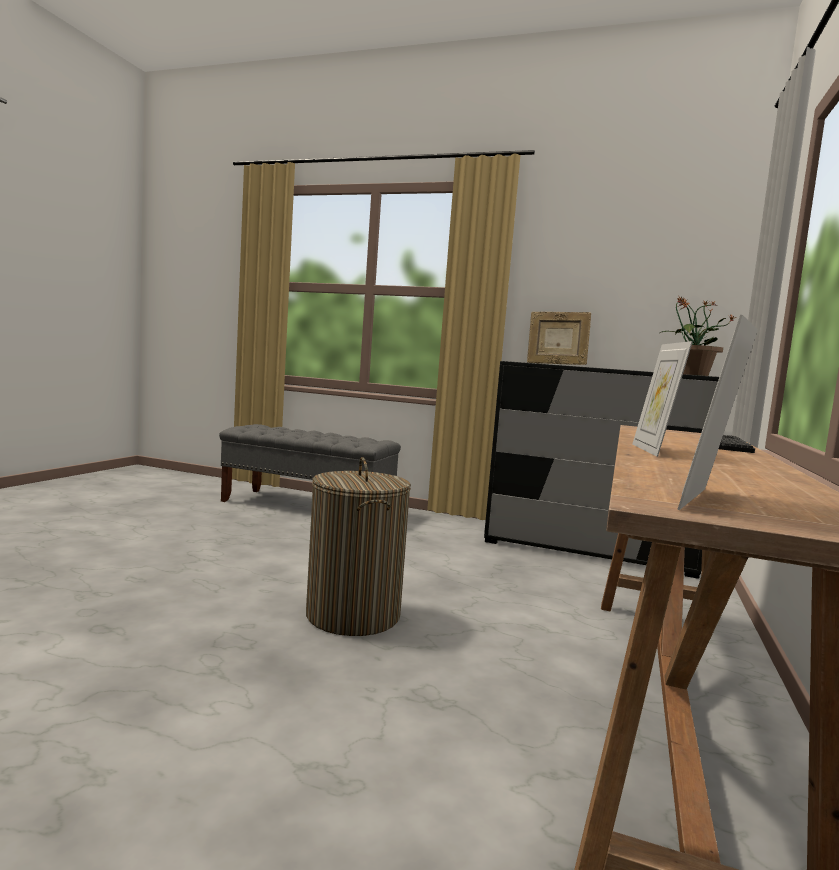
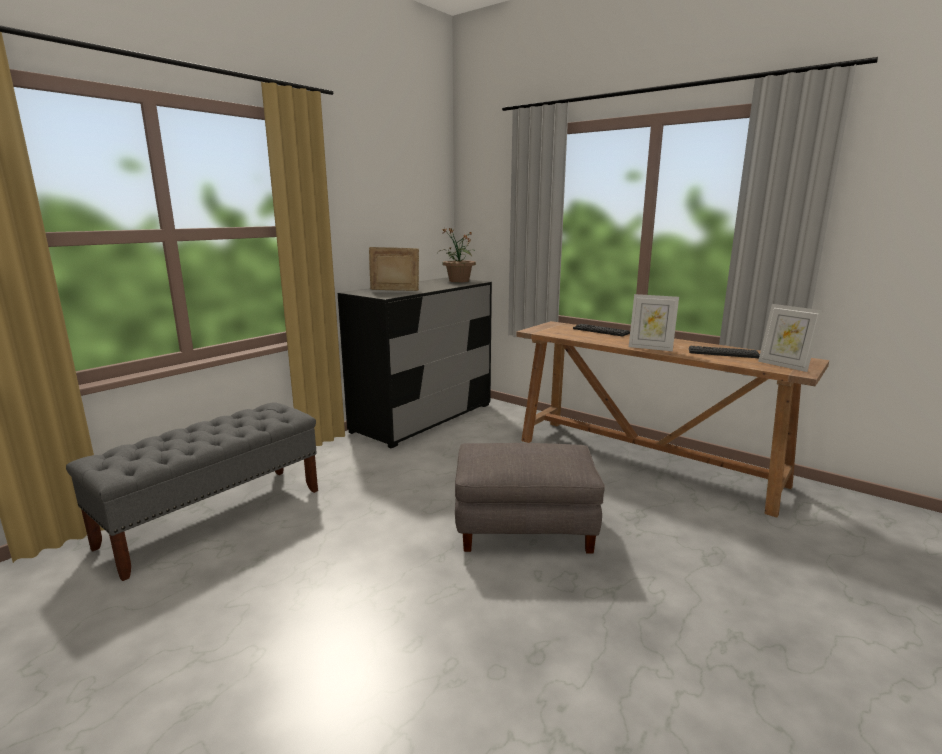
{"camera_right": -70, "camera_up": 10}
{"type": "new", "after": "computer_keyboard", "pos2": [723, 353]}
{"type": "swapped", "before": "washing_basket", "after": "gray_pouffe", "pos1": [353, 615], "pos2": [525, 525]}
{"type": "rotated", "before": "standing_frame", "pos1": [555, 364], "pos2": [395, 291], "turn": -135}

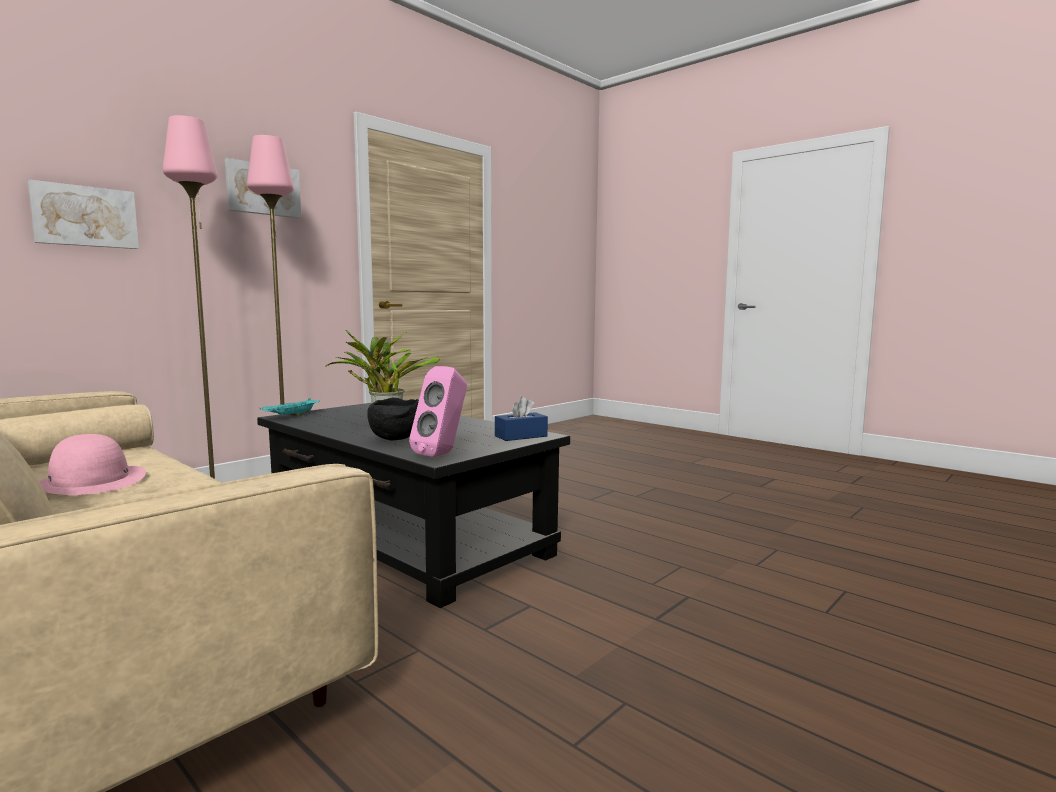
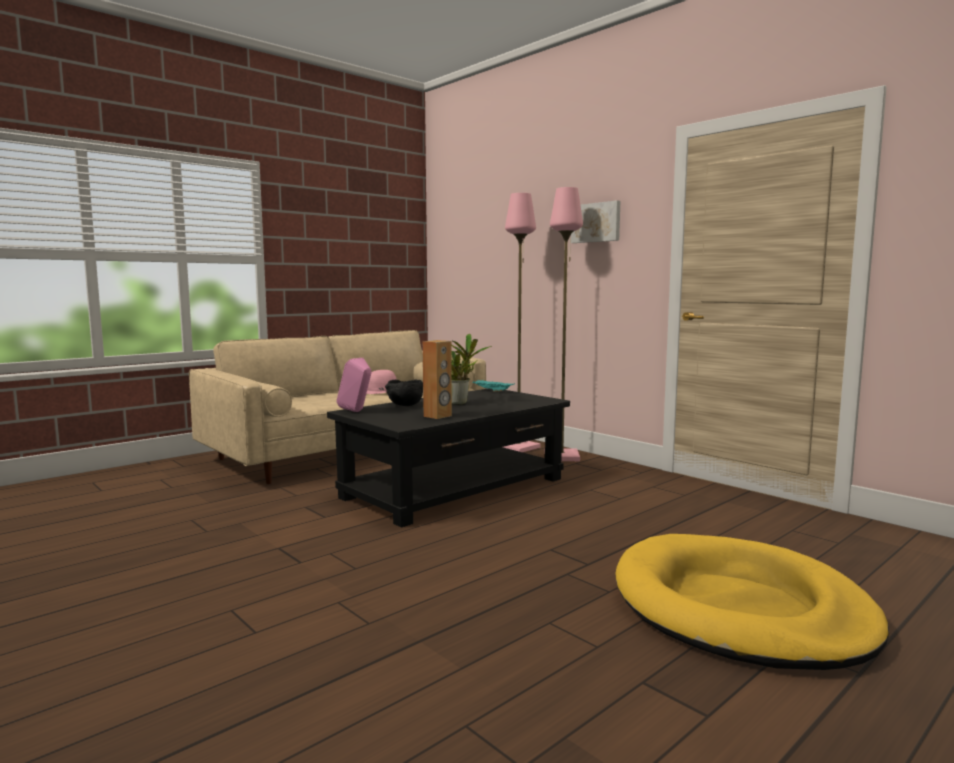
{"camera_right": 95, "camera_up": 0}
{"type": "gone", "before": "wall_picture", "pos1": [85, 216]}
{"type": "gone", "before": "bluish_tissue_holder", "pos1": [521, 436]}
{"type": "new", "after": "brown_loudspeaker", "pos2": [437, 416]}
{"type": "new", "after": "yellow_dog_bed", "pos2": [739, 608]}

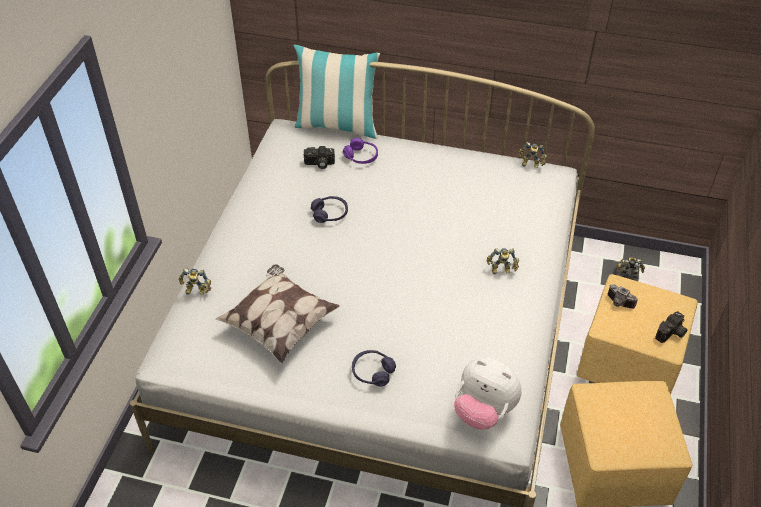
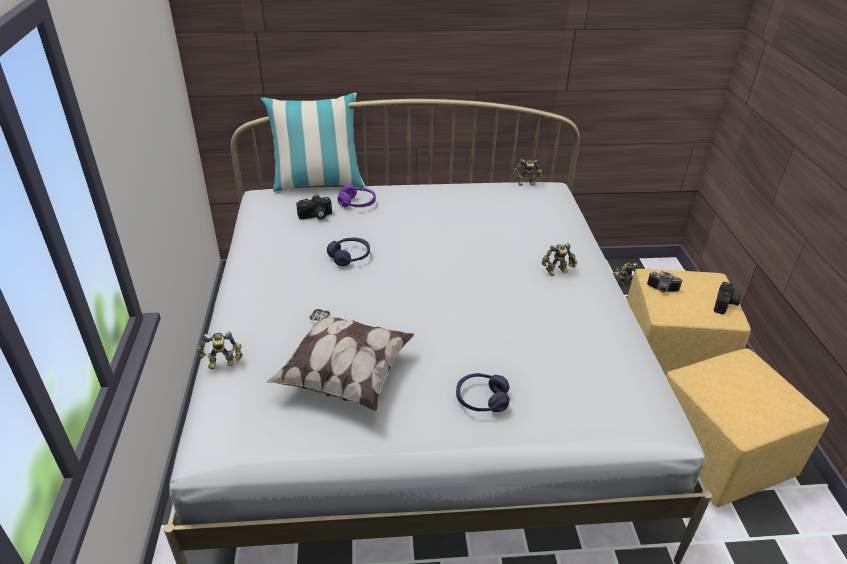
{"camera_right": -20, "camera_up": -10}
{"type": "gone", "before": "cuddly_toy", "pos1": [483, 411]}

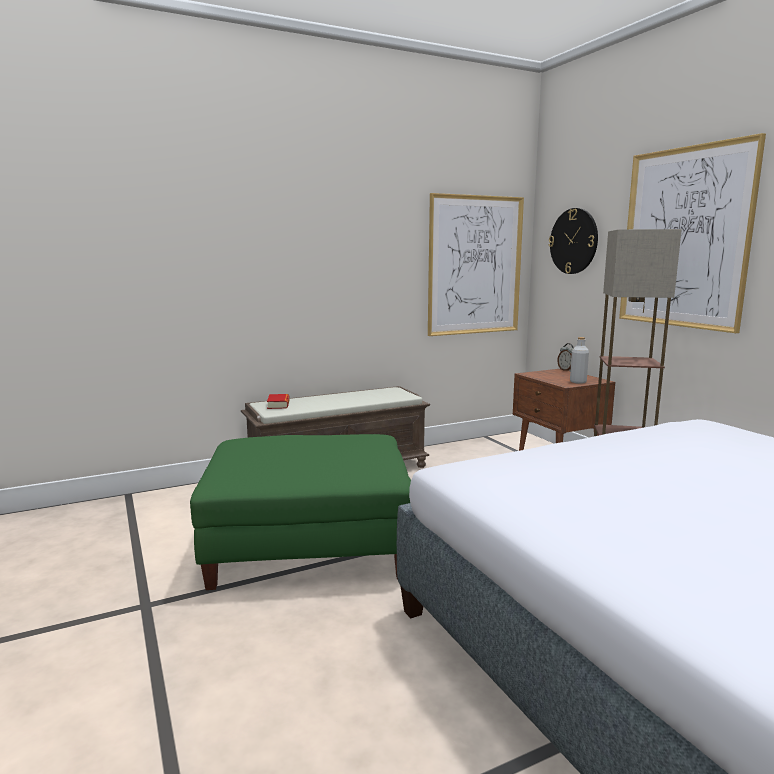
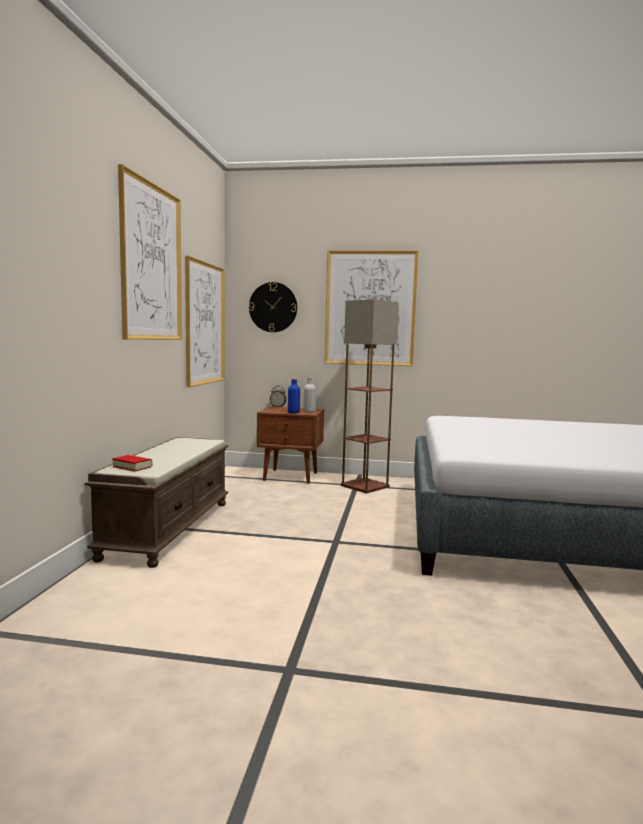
{"camera_right": -55, "camera_up": -5}
{"type": "gone", "before": "green-coloured_pouffe", "pos1": [310, 543]}
{"type": "new", "after": "wall_picture", "pos2": [152, 263]}
{"type": "new", "after": "bluish_bottle", "pos2": [293, 412]}

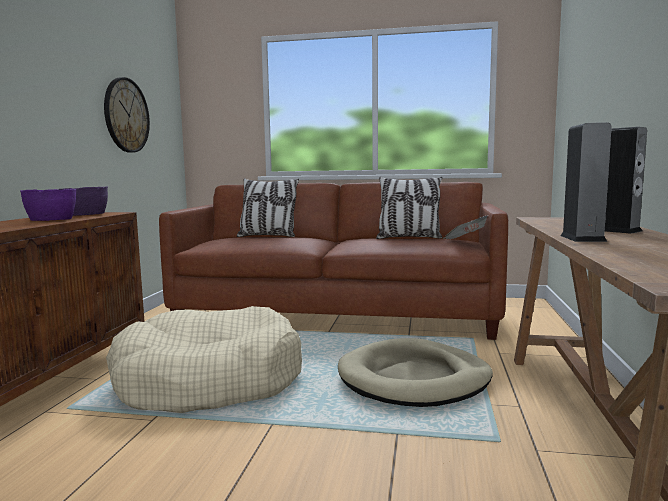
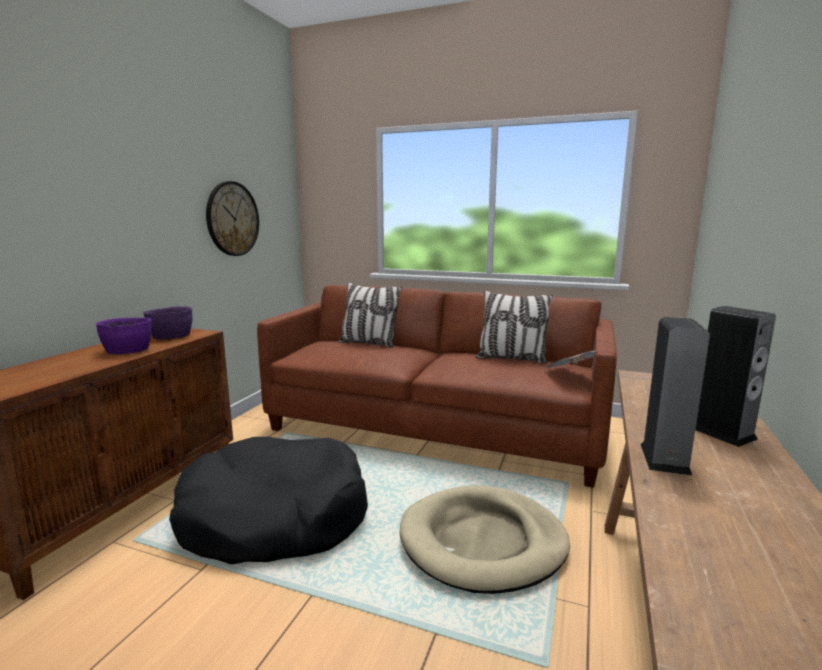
{"camera_right": 10, "camera_up": 5}
{"type": "repainted", "before": "sand-coloured_dog_bed", "after": "black-coloured_dog_bed", "pos1": [208, 381], "pos2": [274, 517]}

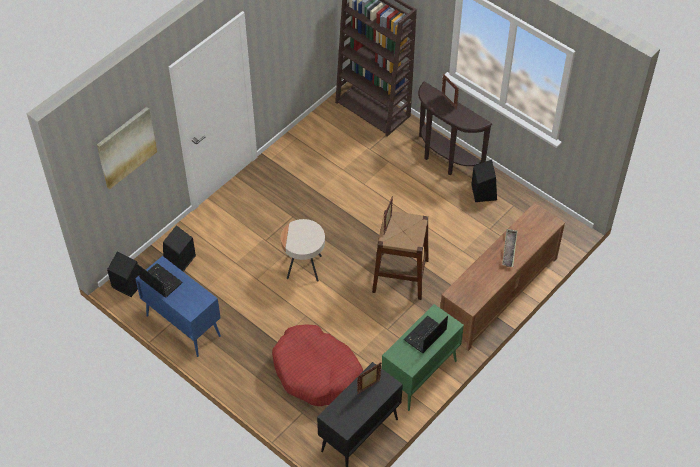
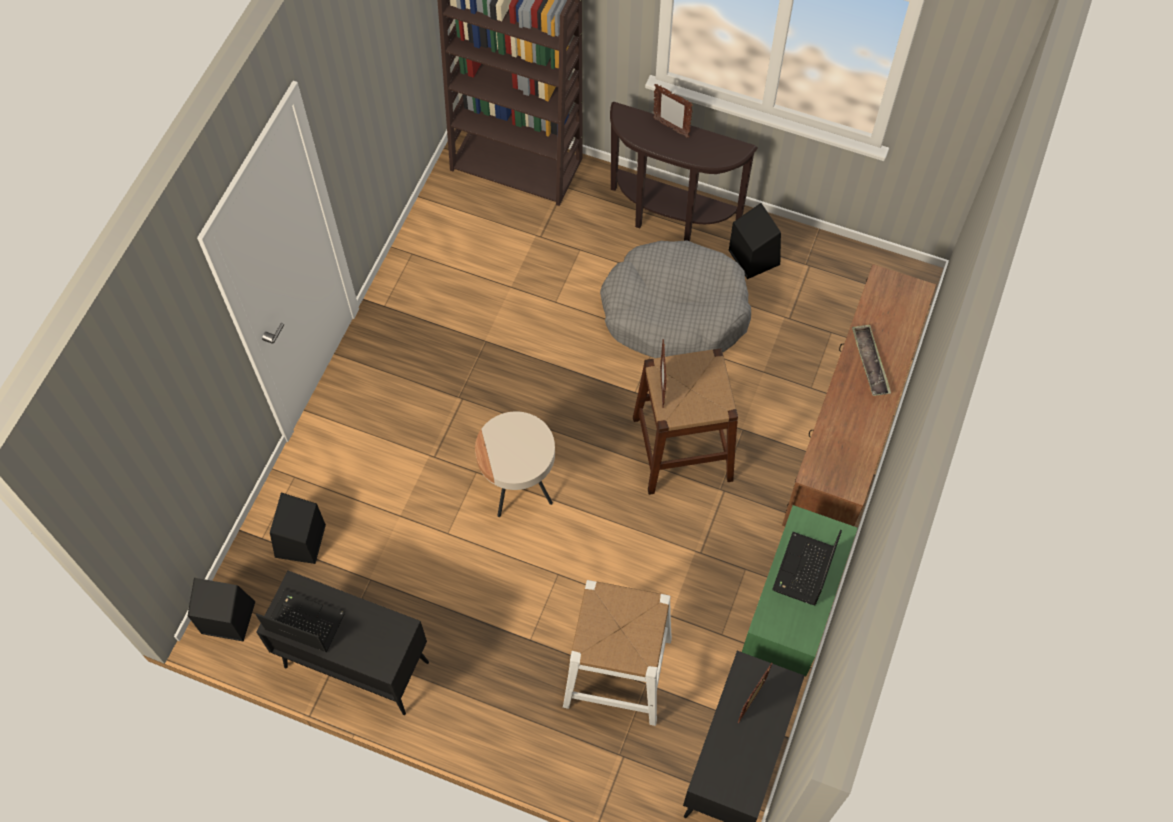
{"camera_right": -20, "camera_up": 10}
{"type": "gone", "before": "wall_picture", "pos1": [126, 147]}
{"type": "new", "after": "gray_dog_bed", "pos2": [674, 311]}
{"type": "swapped", "before": "reddish_dog_bed", "after": "white_stool", "pos1": [317, 372], "pos2": [617, 672]}
{"type": "repainted", "before": "bluish_storage_cabinet", "after": "black-coloured_storage_cabinet", "pos1": [182, 325], "pos2": [355, 664]}

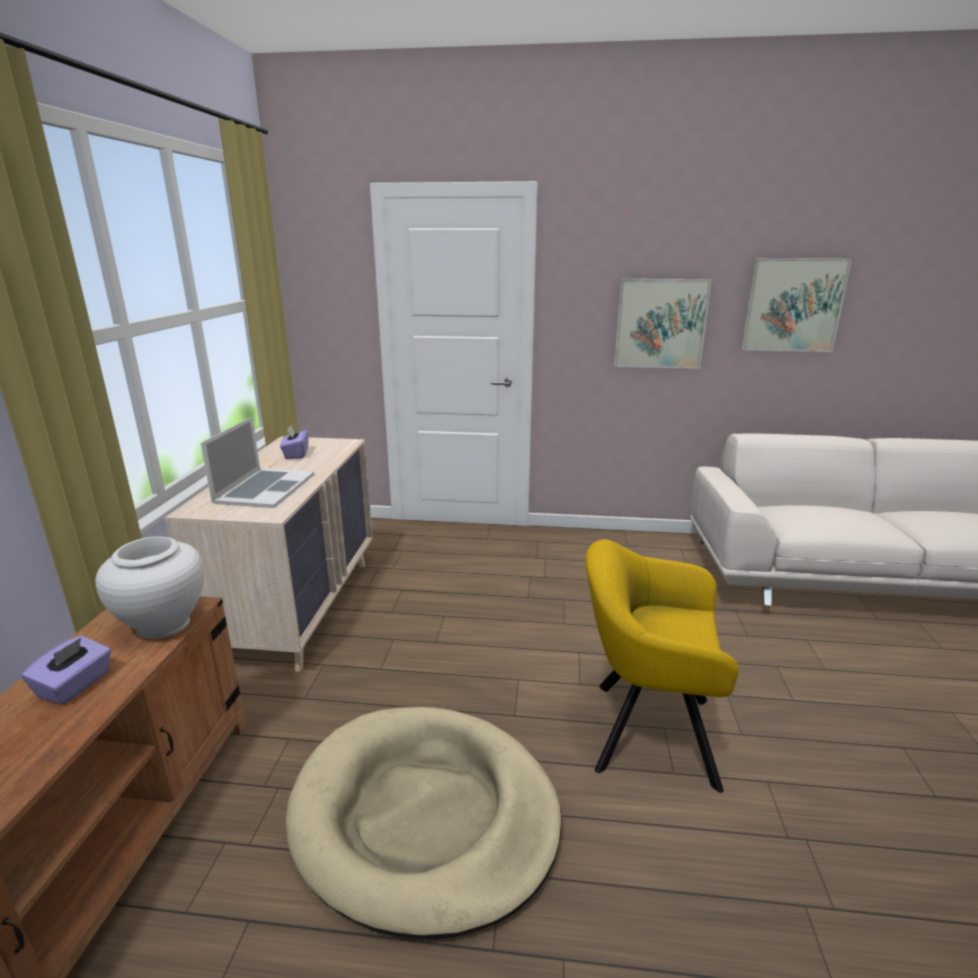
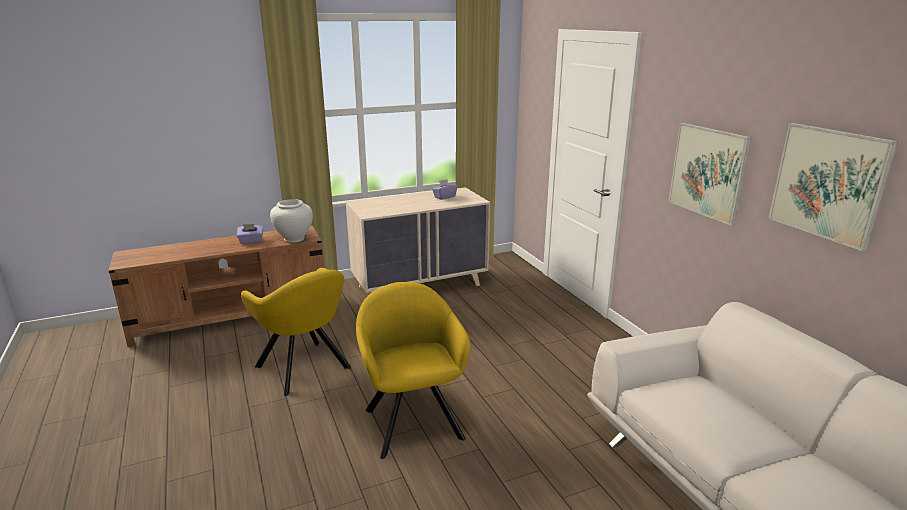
{"camera_right": 60, "camera_up": 0}
{"type": "gone", "before": "laptop", "pos1": [264, 488]}
{"type": "swapped", "before": "sand-coloured_dog_bed", "after": "yellow_lounge_chair", "pos1": [425, 816], "pos2": [305, 369]}

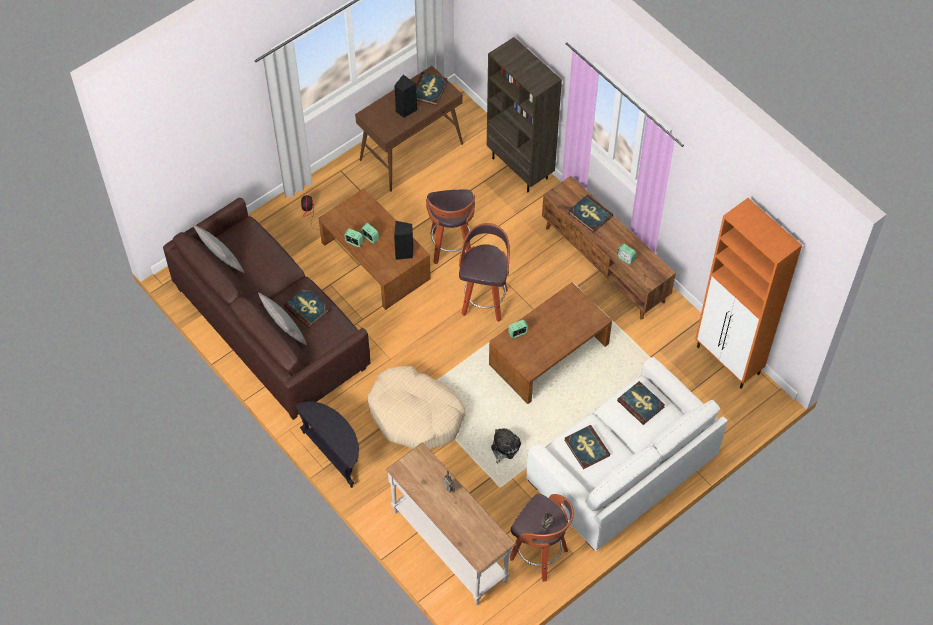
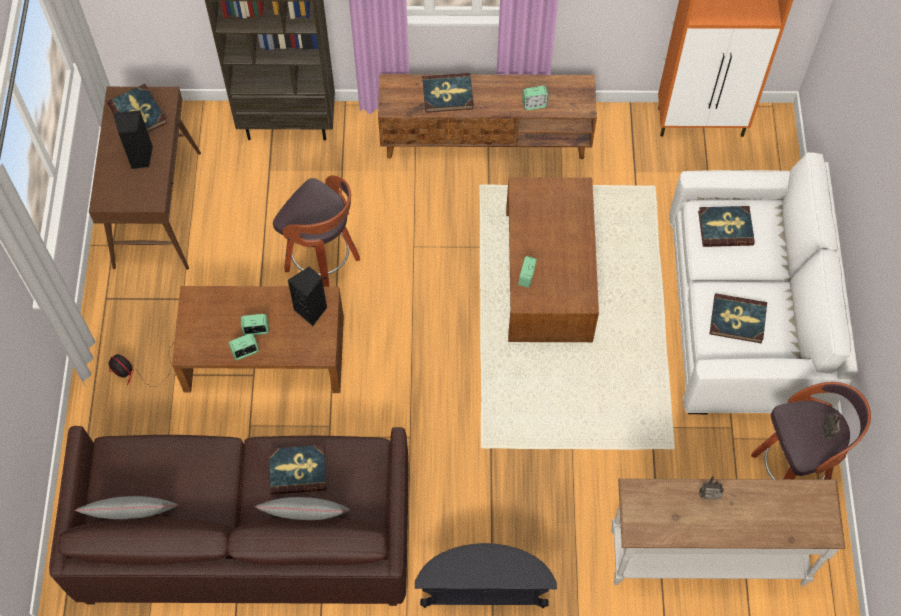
{"camera_right": -50, "camera_up": 5}
{"type": "gone", "before": "sand-coloured_dog_bed", "pos1": [415, 415]}
{"type": "gone", "before": "stool", "pos1": [484, 301]}
{"type": "gone", "before": "cuddly_toy", "pos1": [504, 447]}

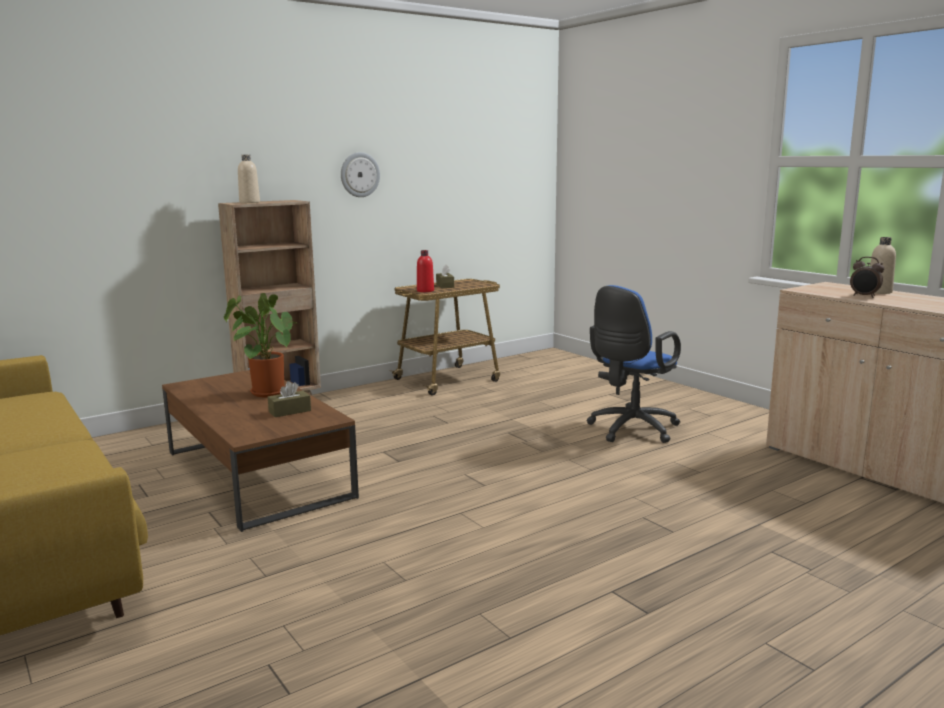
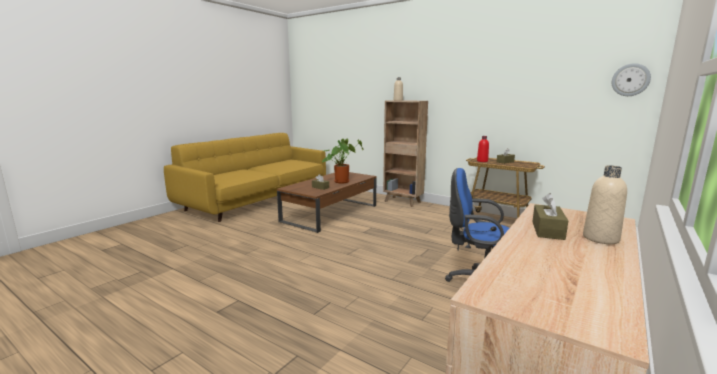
{"camera_right": 70, "camera_up": 0}
{"type": "shifted", "before": "clock_on_the_wall", "pos1": [359, 174], "pos2": [630, 80]}
{"type": "swapped", "before": "bedside_clock", "after": "brown_tissue_holder", "pos1": [864, 296], "pos2": [547, 230]}

